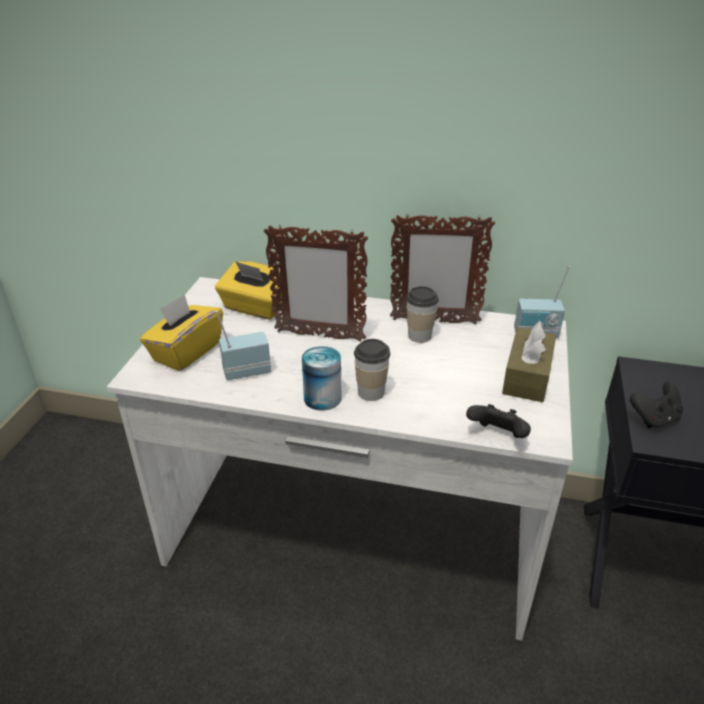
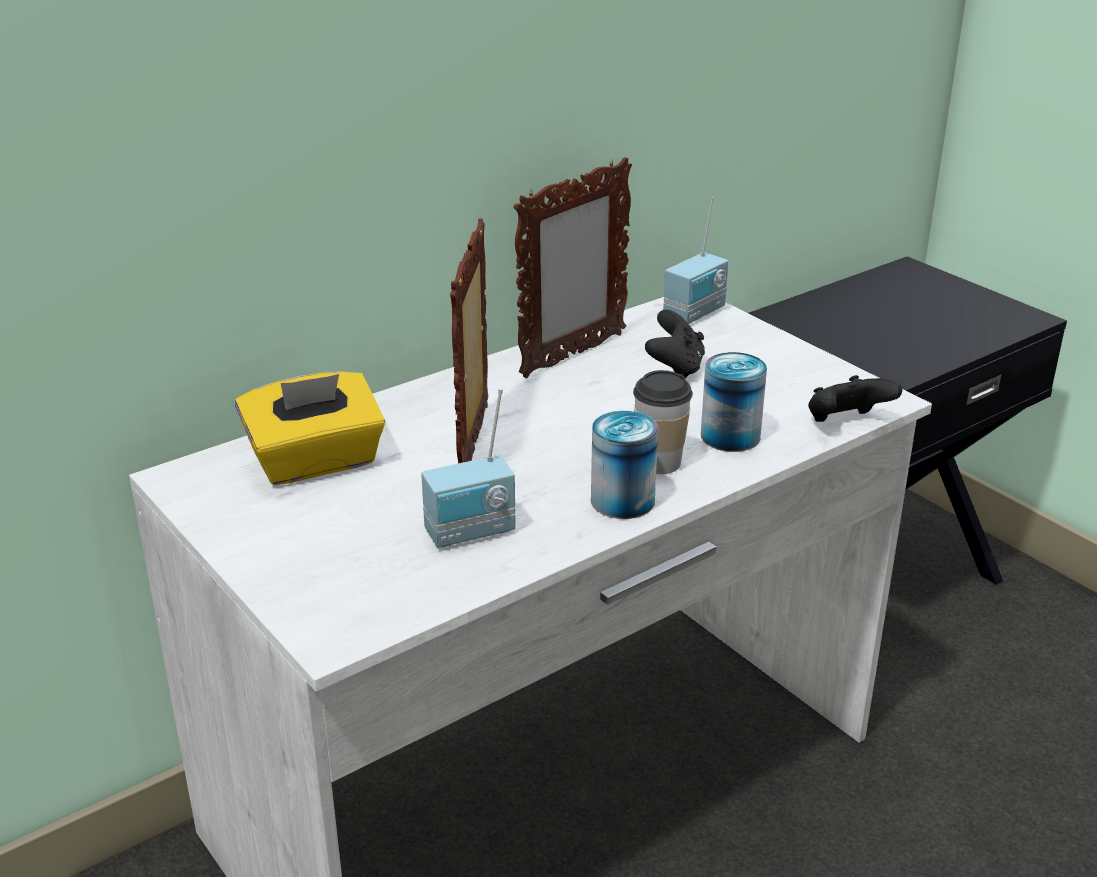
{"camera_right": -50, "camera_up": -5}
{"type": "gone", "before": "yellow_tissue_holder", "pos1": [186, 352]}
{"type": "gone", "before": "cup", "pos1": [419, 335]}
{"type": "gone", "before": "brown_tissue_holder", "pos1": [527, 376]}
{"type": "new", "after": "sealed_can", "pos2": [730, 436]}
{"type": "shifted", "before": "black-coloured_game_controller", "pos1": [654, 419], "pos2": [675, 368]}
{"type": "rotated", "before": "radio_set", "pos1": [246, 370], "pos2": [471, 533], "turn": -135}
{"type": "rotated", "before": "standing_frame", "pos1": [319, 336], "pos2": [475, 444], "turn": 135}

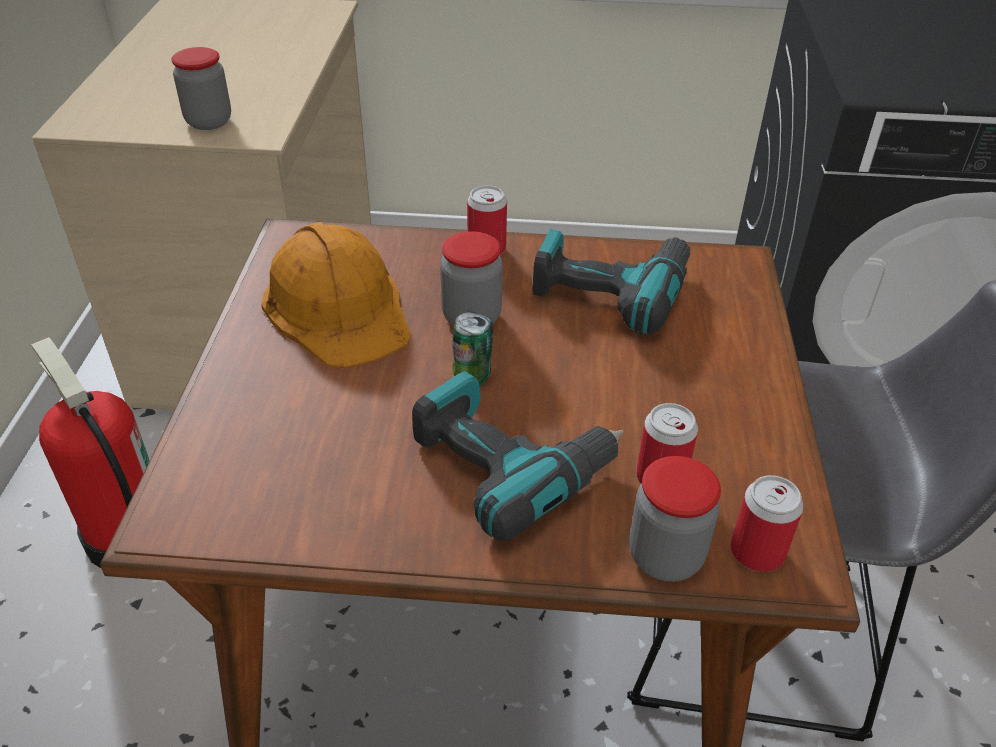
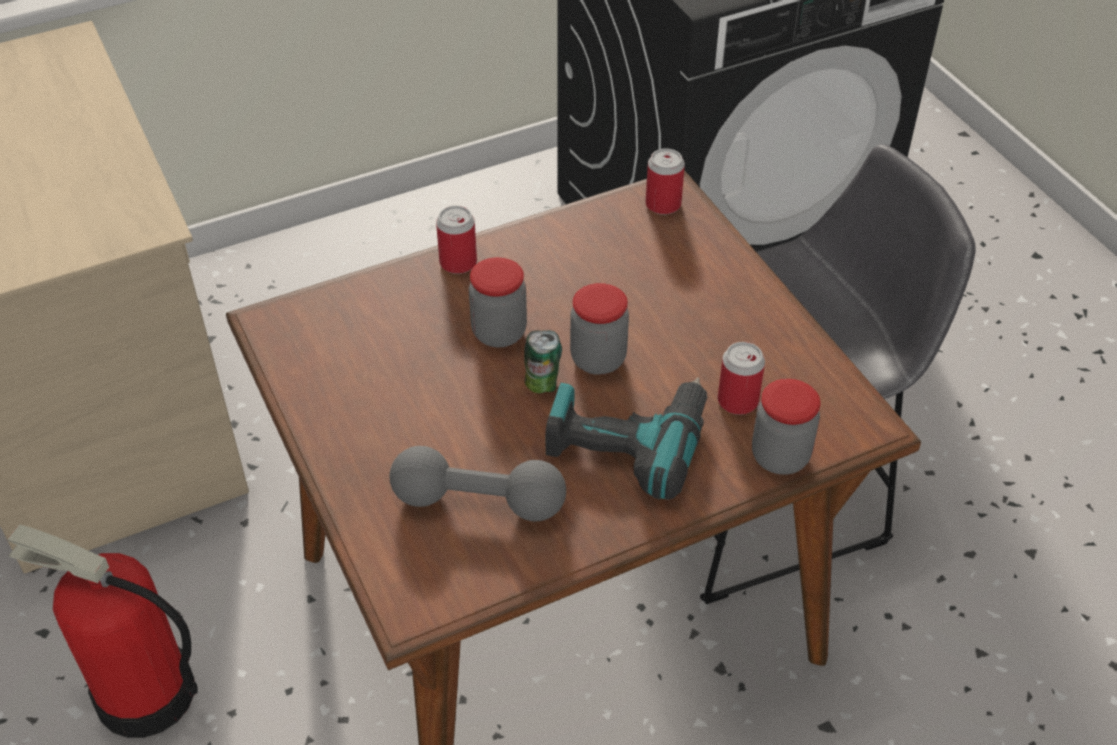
{"camera_right": -30, "camera_up": 5}
{"type": "gone", "before": "orangey_hard_hat", "pos1": [338, 307]}
{"type": "gone", "before": "power_drill", "pos1": [610, 289]}
{"type": "new", "after": "gray_free_weight", "pos2": [478, 502]}
{"type": "shifted", "before": "storage_jar", "pos1": [209, 121], "pos2": [598, 359]}
{"type": "shifted", "before": "sealed_can", "pos1": [757, 552], "pos2": [663, 204]}

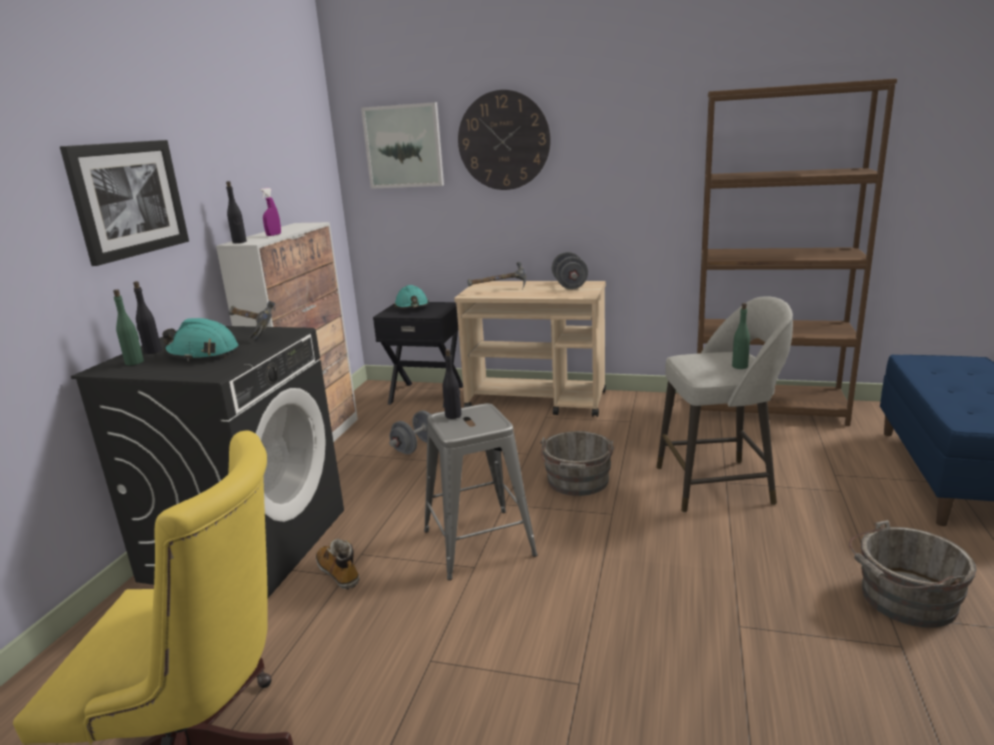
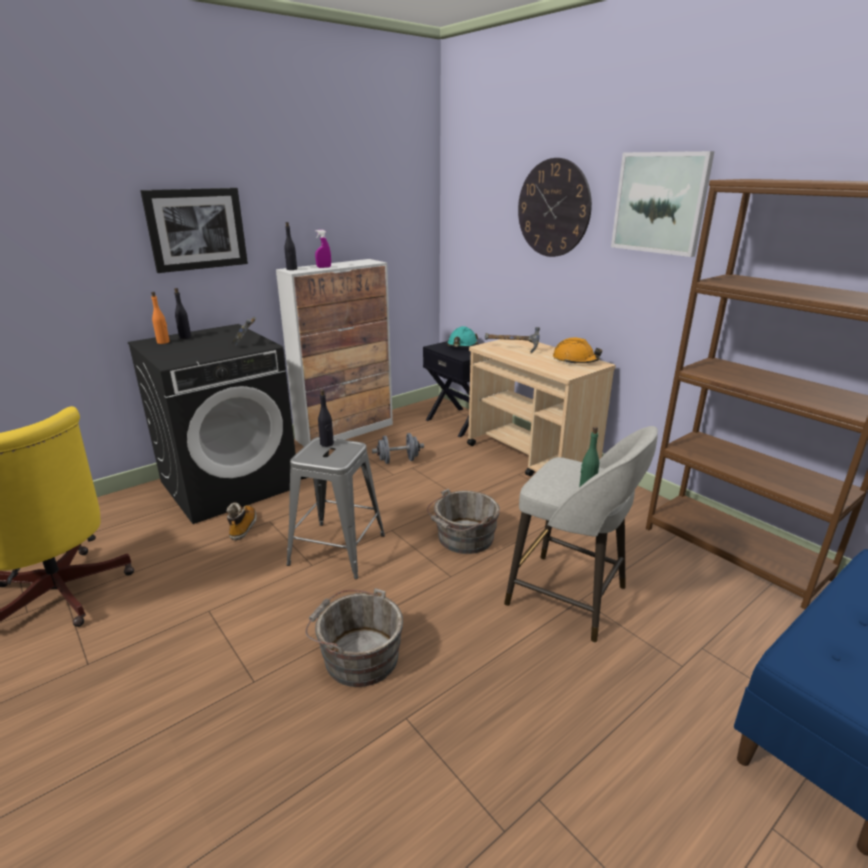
{"camera_right": 35, "camera_up": 5}
{"type": "gone", "before": "turquoise-coloured_hard_hat", "pos1": [202, 354]}
{"type": "shifted", "before": "wall_picture", "pos1": [404, 146], "pos2": [660, 203]}
{"type": "shifted", "before": "gray_water_bucket", "pos1": [903, 600], "pos2": [357, 655]}
{"type": "swapped", "before": "gray_free_weight", "after": "orangey_hard_hat", "pos1": [569, 285], "pos2": [575, 360]}
{"type": "repainted", "before": "green-coloured_bottle", "after": "orangey_bottle", "pos1": [135, 362], "pos2": [163, 342]}

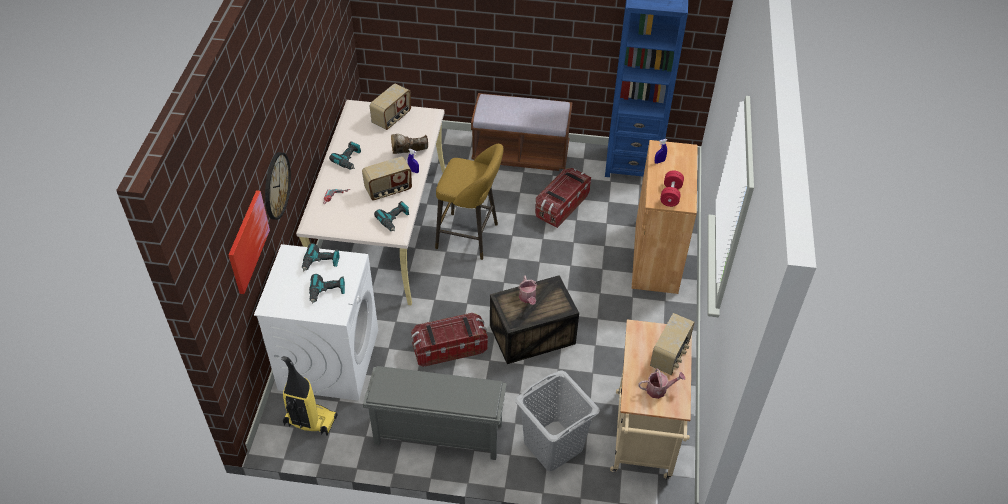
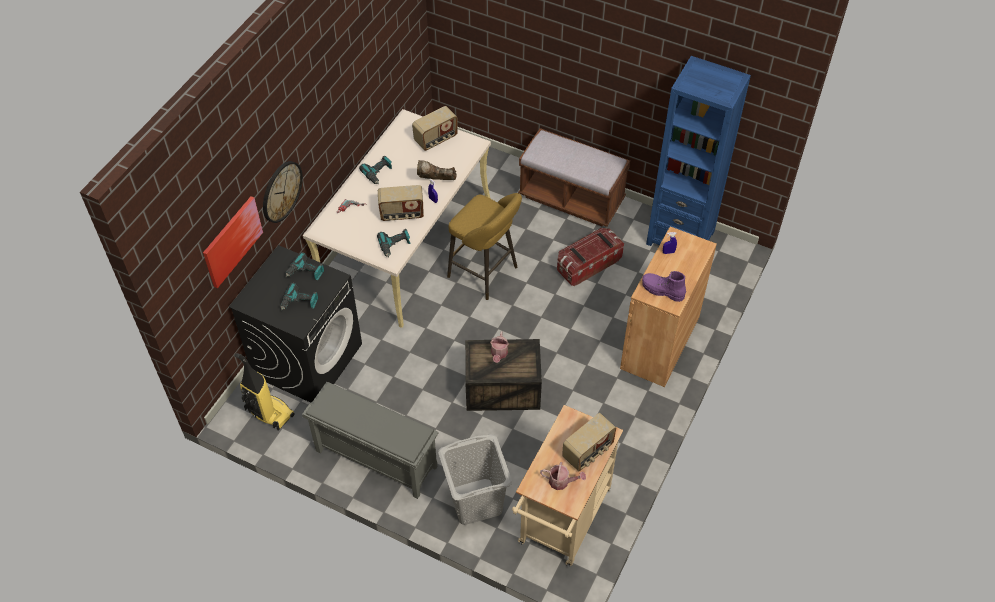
{"camera_right": 20, "camera_up": 5}
{"type": "gone", "before": "storage_bin", "pos1": [449, 348]}
{"type": "swapped", "before": "reddish_free_weight", "after": "purple-coloured_boot", "pos1": [670, 195], "pos2": [662, 290]}
{"type": "repainted", "before": "white_laundry_machine", "after": "black-coloured_laundry_machine", "pos1": [329, 359], "pos2": [307, 359]}

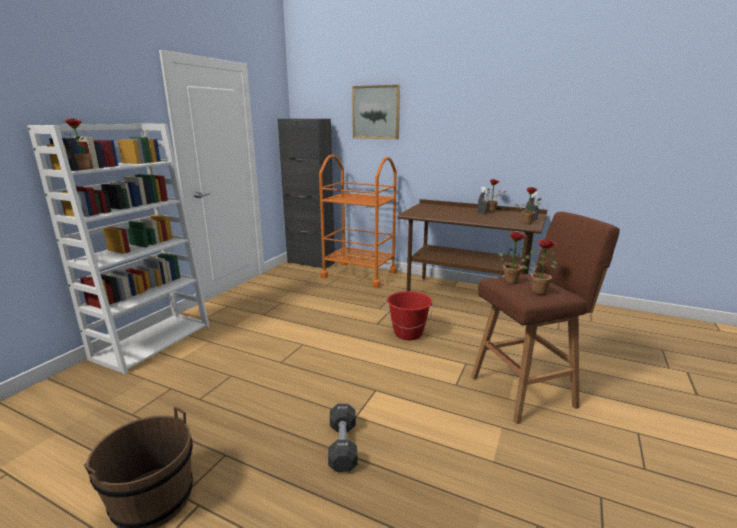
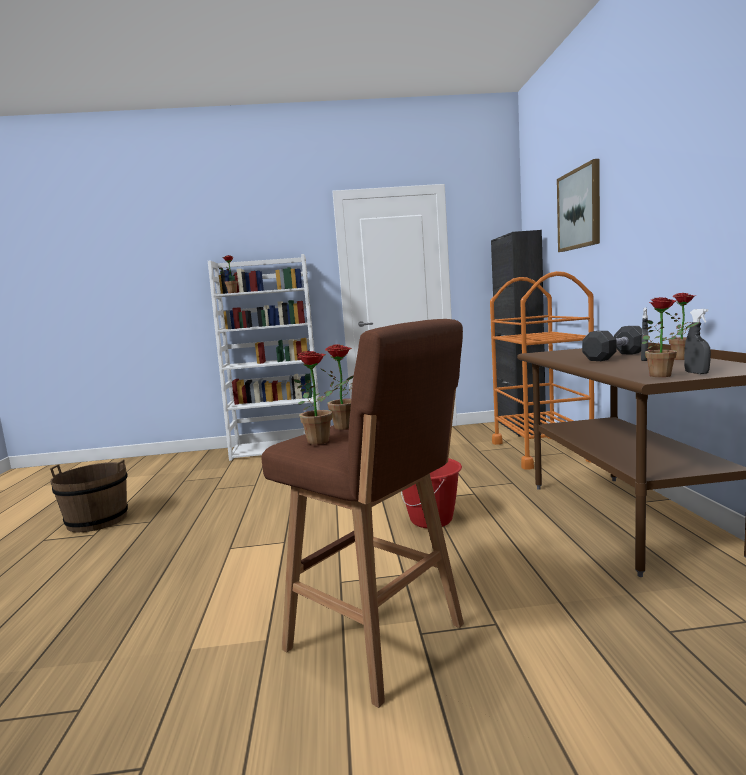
{"camera_right": 60, "camera_up": -10}
{"type": "shifted", "before": "black-coloured_free_weight", "pos1": [343, 446], "pos2": [615, 356]}

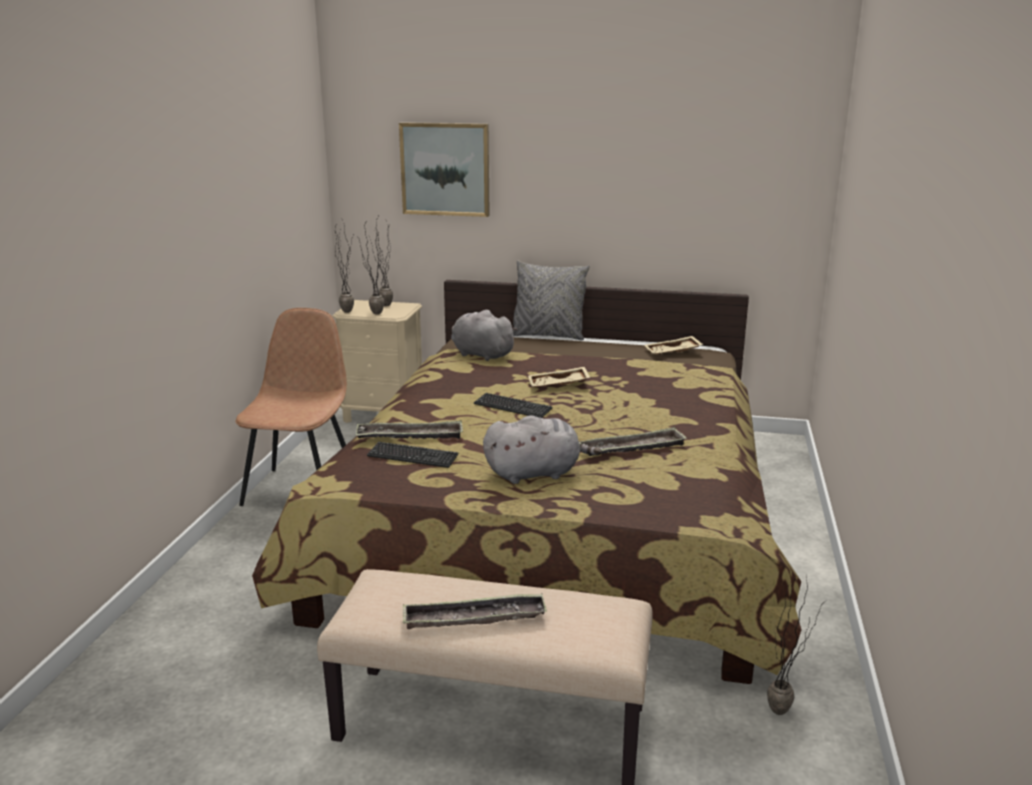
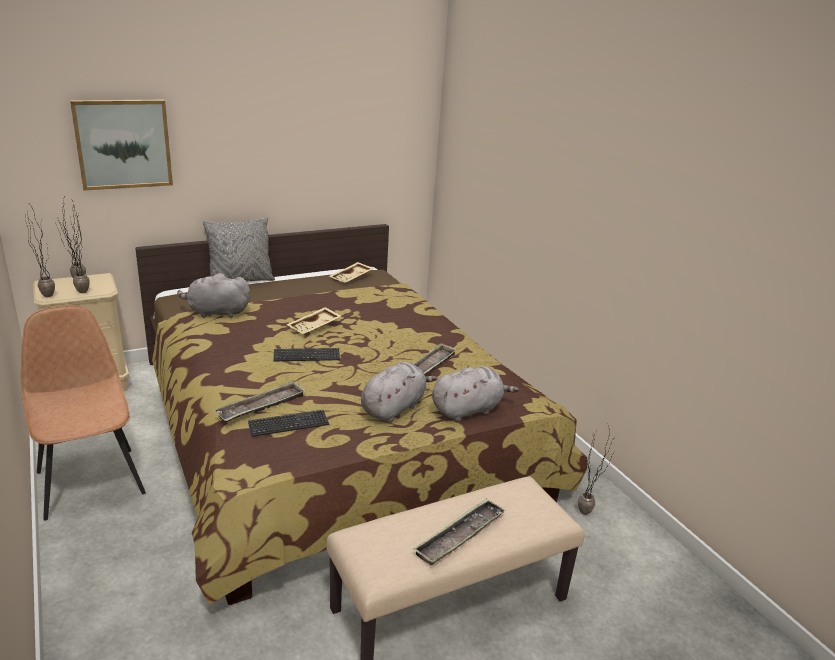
{"camera_right": -40, "camera_up": 5}
{"type": "new", "after": "gray_cuddly_toy", "pos2": [468, 410]}

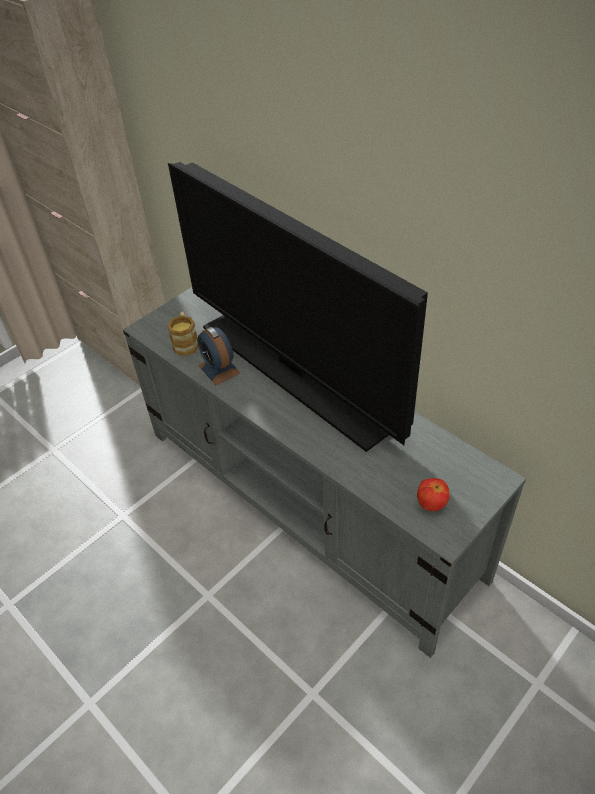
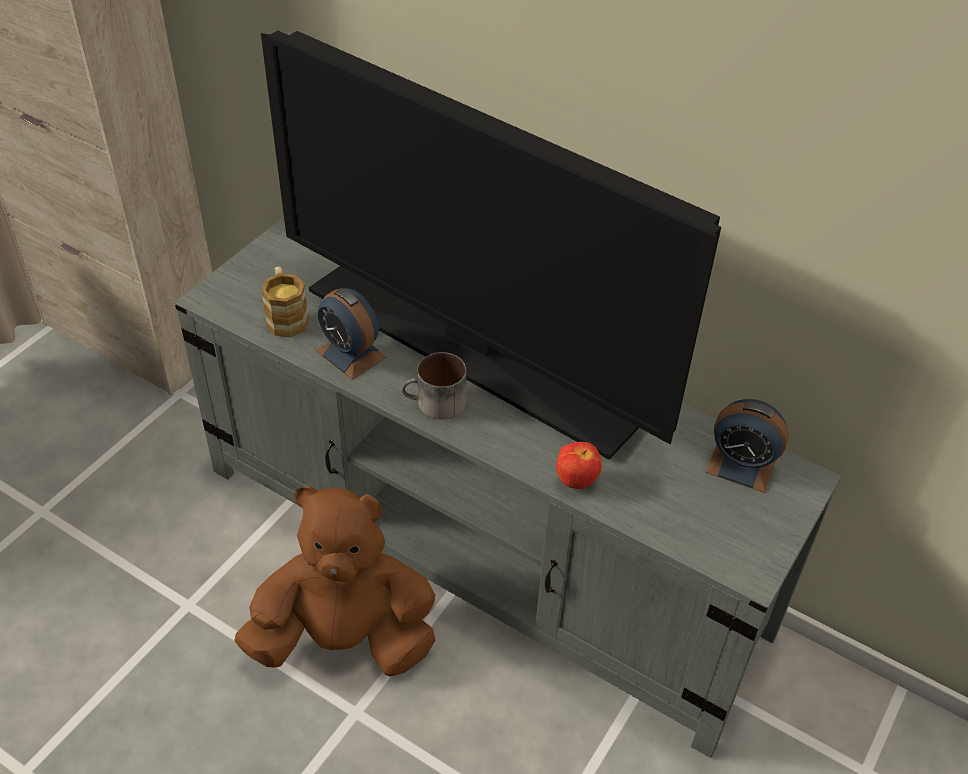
{"camera_right": -15, "camera_up": 0}
{"type": "new", "after": "brown_cuddly_toy", "pos2": [344, 638]}
{"type": "new", "after": "coffee_mug", "pos2": [435, 404]}
{"type": "new", "after": "bedside_clock", "pos2": [741, 465]}
{"type": "shifted", "before": "whole_apple", "pos1": [431, 504], "pos2": [576, 481]}

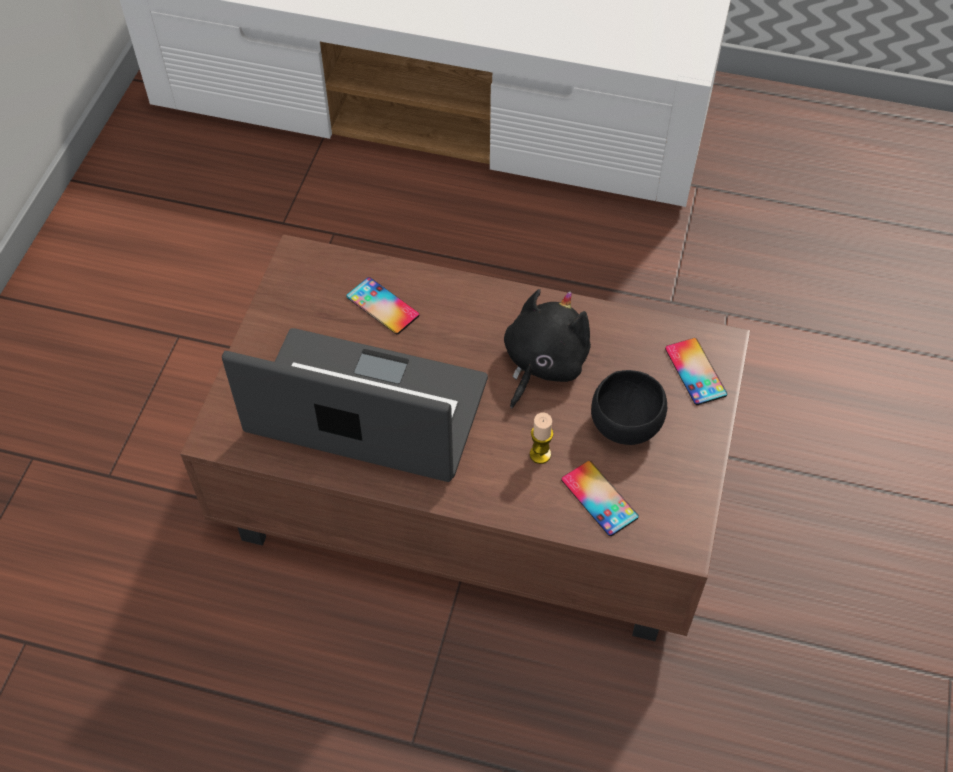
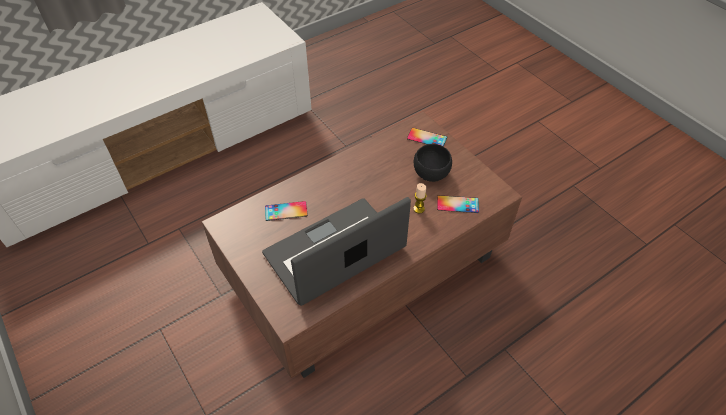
{"camera_right": -50, "camera_up": -5}
{"type": "gone", "before": "black-coloured_cuddly_toy", "pos1": [543, 363]}

